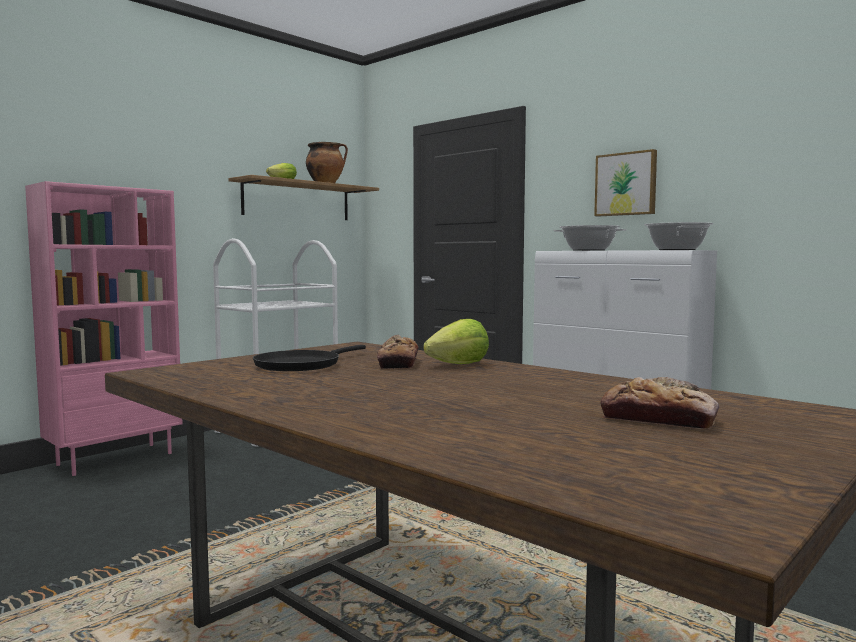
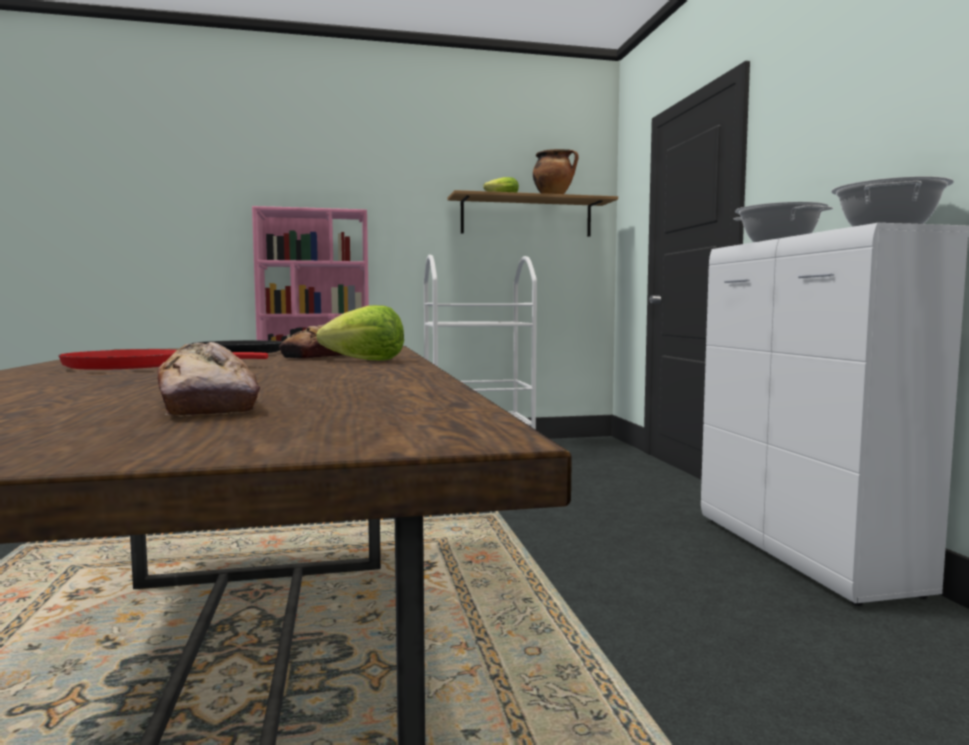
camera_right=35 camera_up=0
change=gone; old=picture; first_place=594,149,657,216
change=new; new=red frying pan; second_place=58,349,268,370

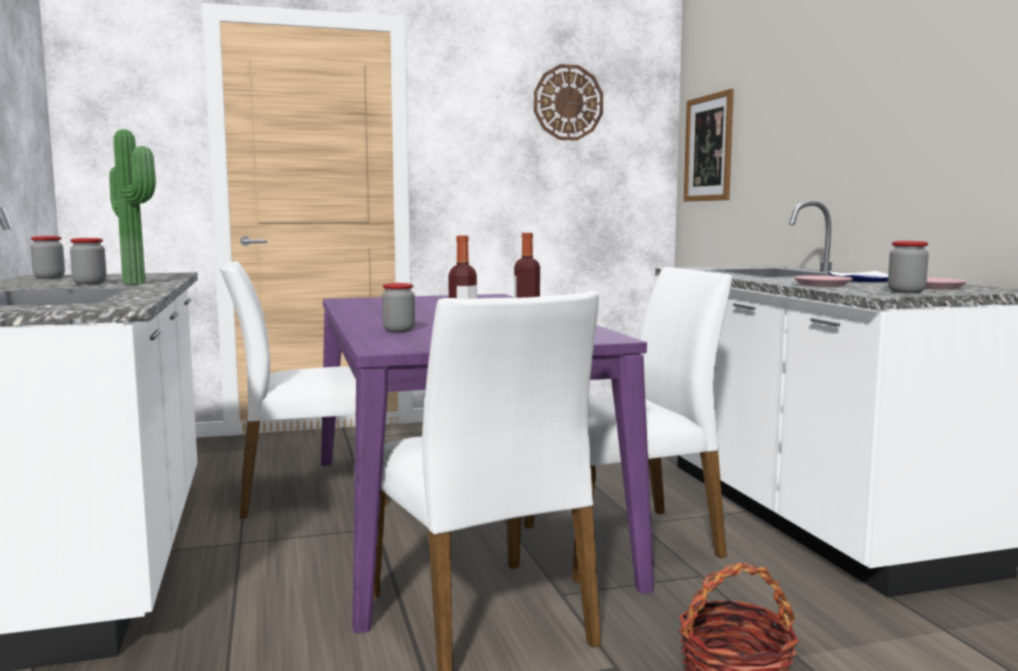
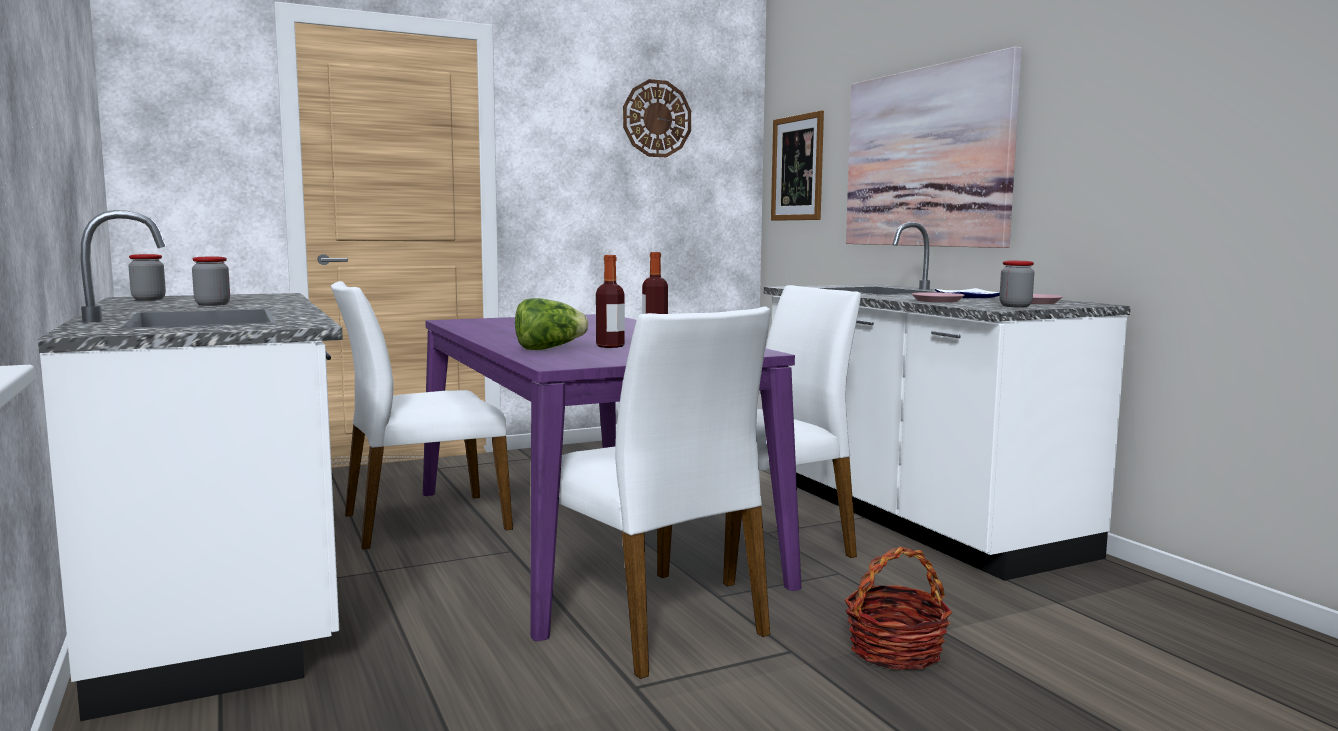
camera_right=-10 camera_up=0
change=gone; old=potted plant; first_place=109,129,156,284
change=new; new=picture; second_place=846,47,1022,248
change=swapped; old=jar; new=lettuce; first_place=382,283,415,332; second_place=515,298,588,350

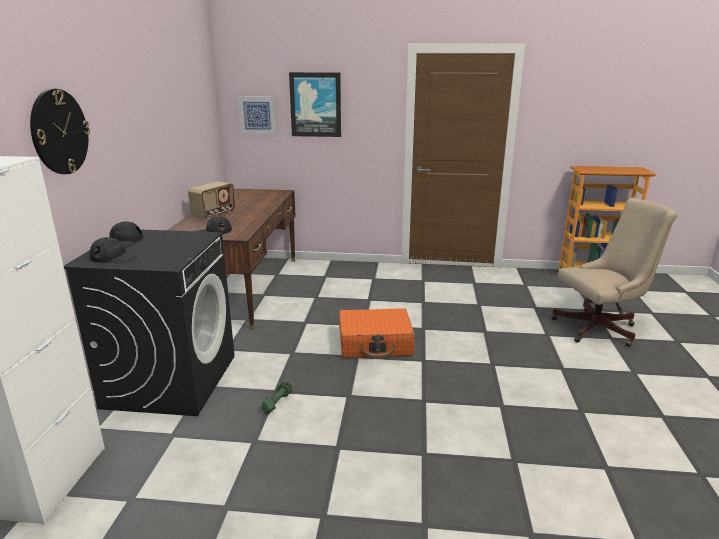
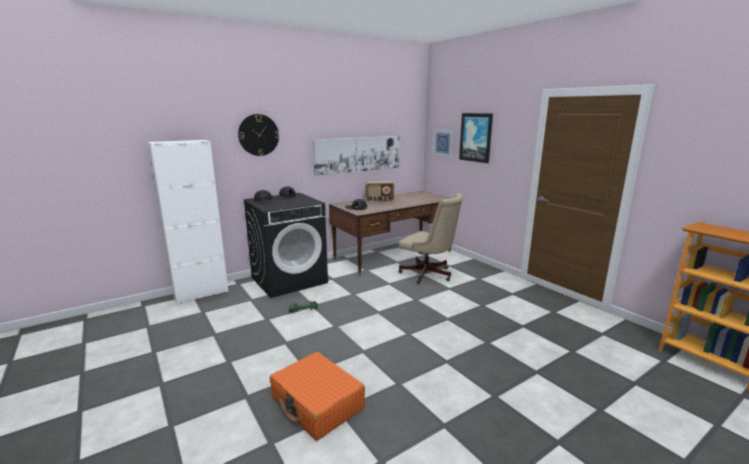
camera_right=50 camera_up=-5
change=new; new=picture; second_place=313,136,400,176
change=shifted; old=orange suitcase; first_place=339,308,415,359; second_place=270,352,365,441
change=shifted; old=beige office chair; first_place=552,198,677,347; second_place=399,193,464,284

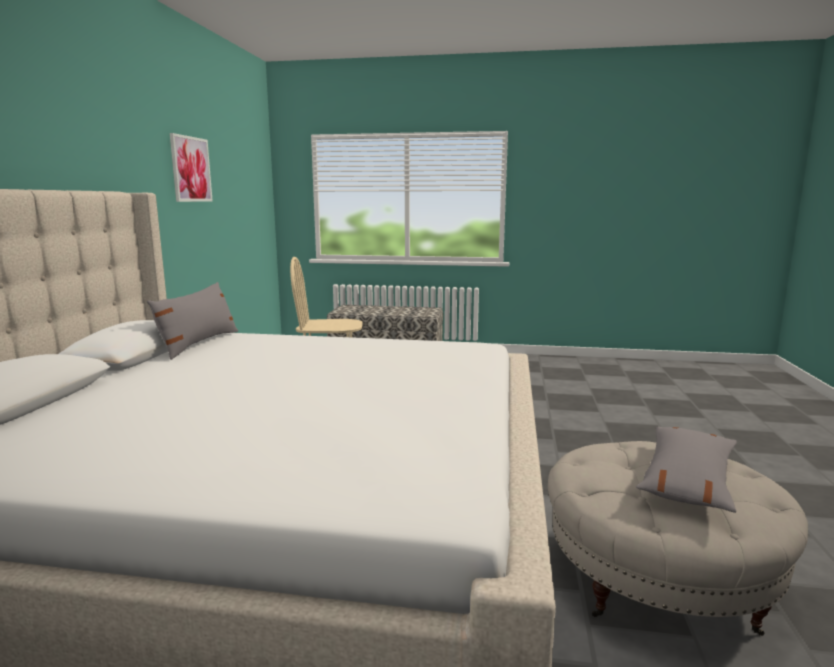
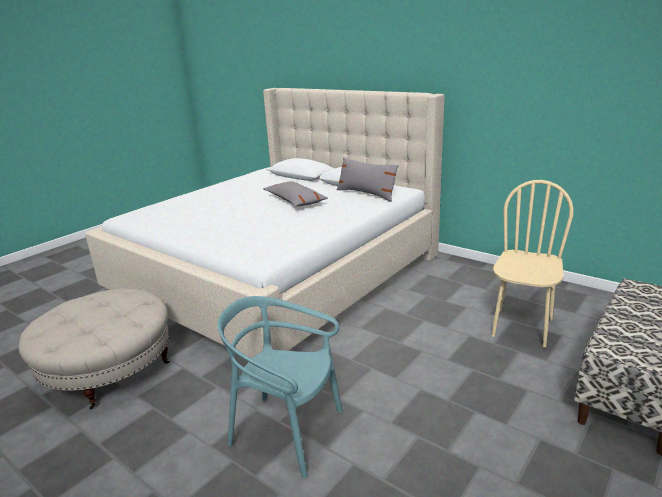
camera_right=120 camera_up=10
change=gone; old=picture; first_place=170,133,213,202
change=new; new=turquoise chair; second_place=218,296,343,478
change=shifted; old=grey pillow; first_place=636,427,737,513; second_place=263,181,328,206

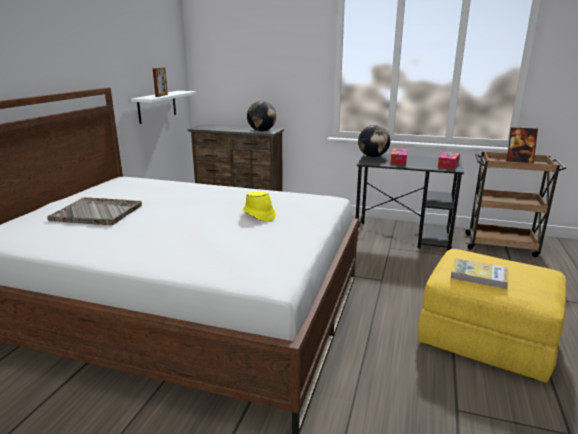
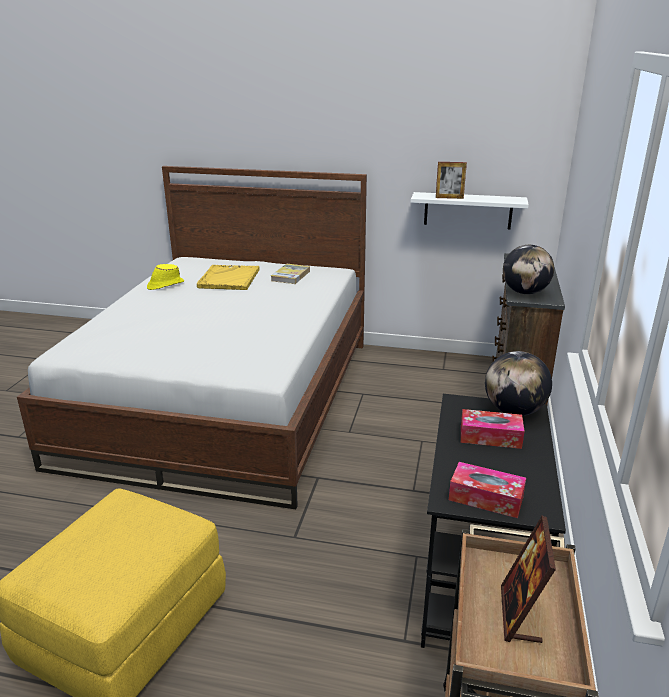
camera_right=85 camera_up=5
change=shifted; old=yellow hat; first_place=243,191,276,222; second_place=147,264,184,290
change=shifted; old=book; first_place=451,258,509,289; second_place=271,264,310,284
change=repainted; old=grey tray; new=yellow tray; first_place=47,197,142,225; second_place=197,265,260,290

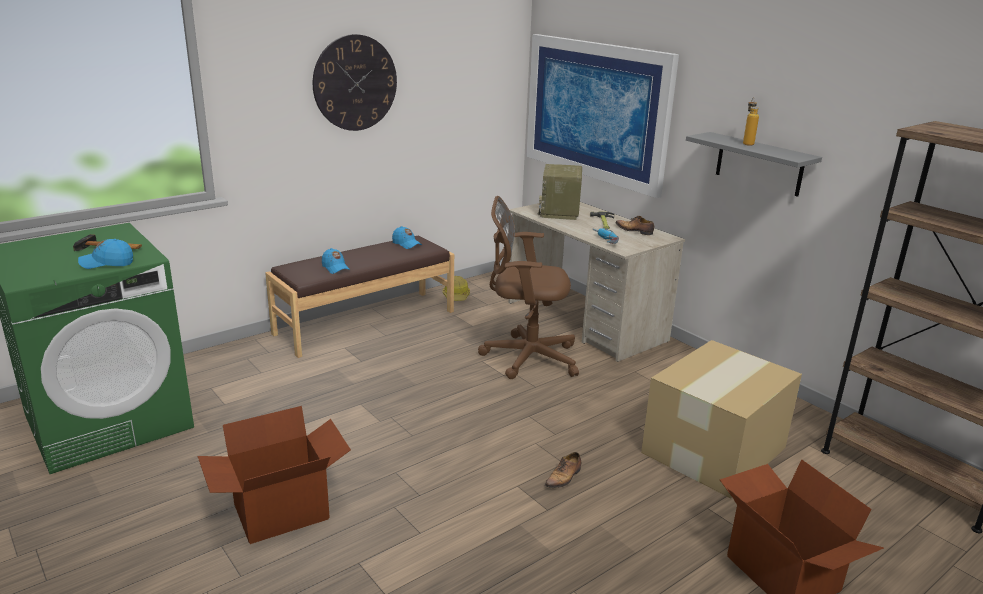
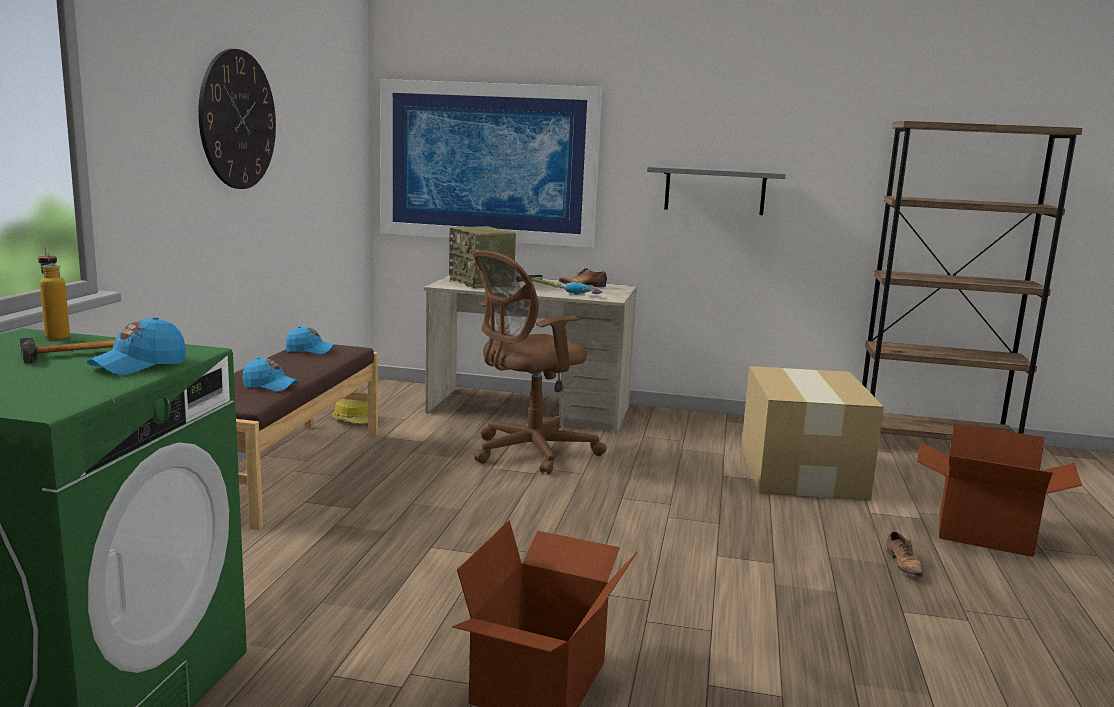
camera_right=-40 camera_up=-10
change=shifted; old=shoe; first_place=545,452,581,488; second_place=887,531,923,577
change=shifted; old=bottle; first_place=743,97,759,146; second_place=38,247,70,340

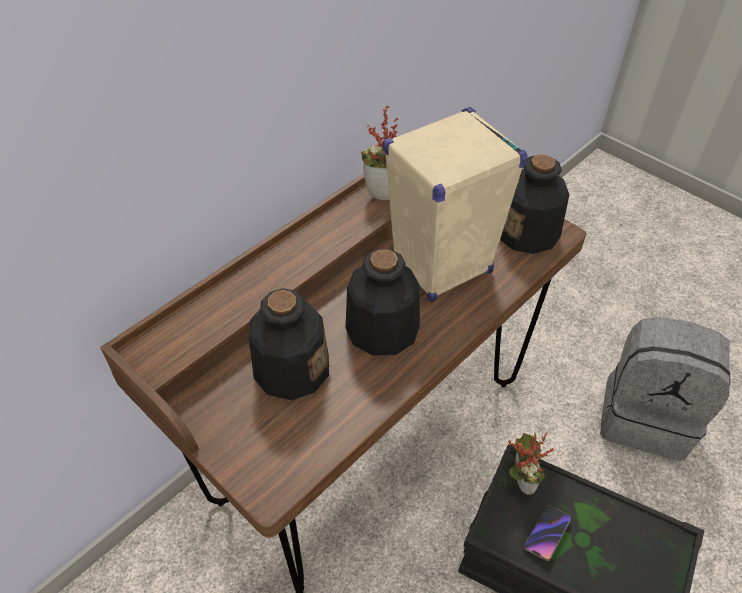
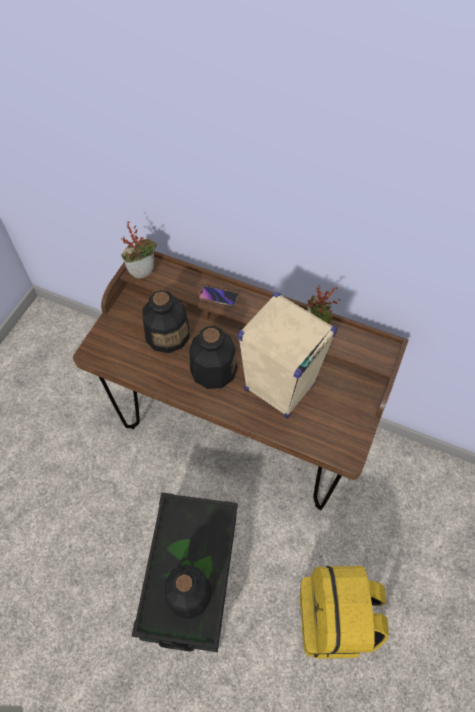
camera_right=70 camera_up=10
change=shifted; old=bottle; first_place=500,154,569,254; second_place=165,564,211,619
change=shifted; old=potted plant; first_place=508,432,554,495; second_place=121,221,157,279
change=shifted; old=phone; first_place=524,505,571,561; second_place=199,286,238,306
change=repainted; old=grey backpack; new=yellow backpack; first_place=600,317,730,461; second_place=300,566,389,659

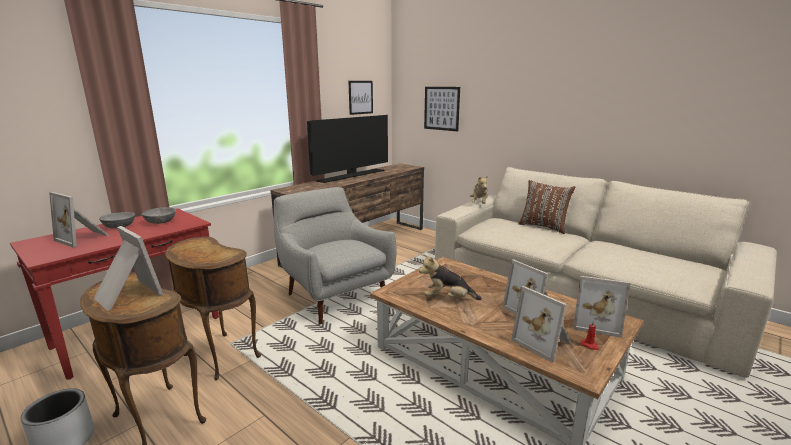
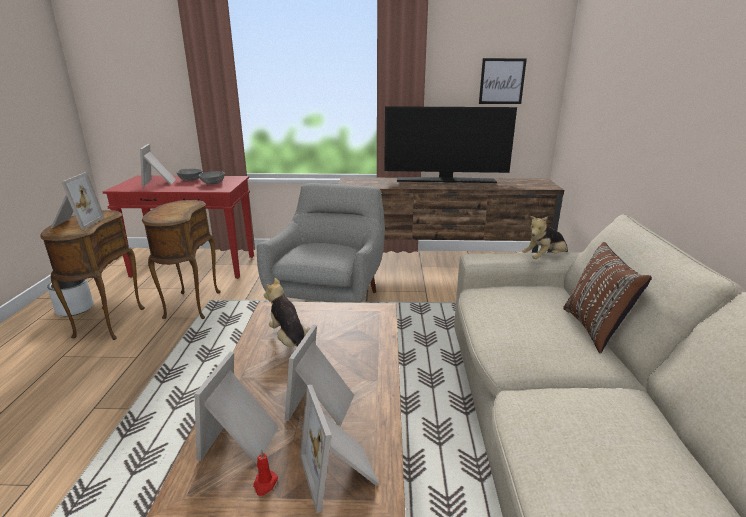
camera_right=50 camera_up=5
change=gone; old=picture; first_place=424,87,460,131

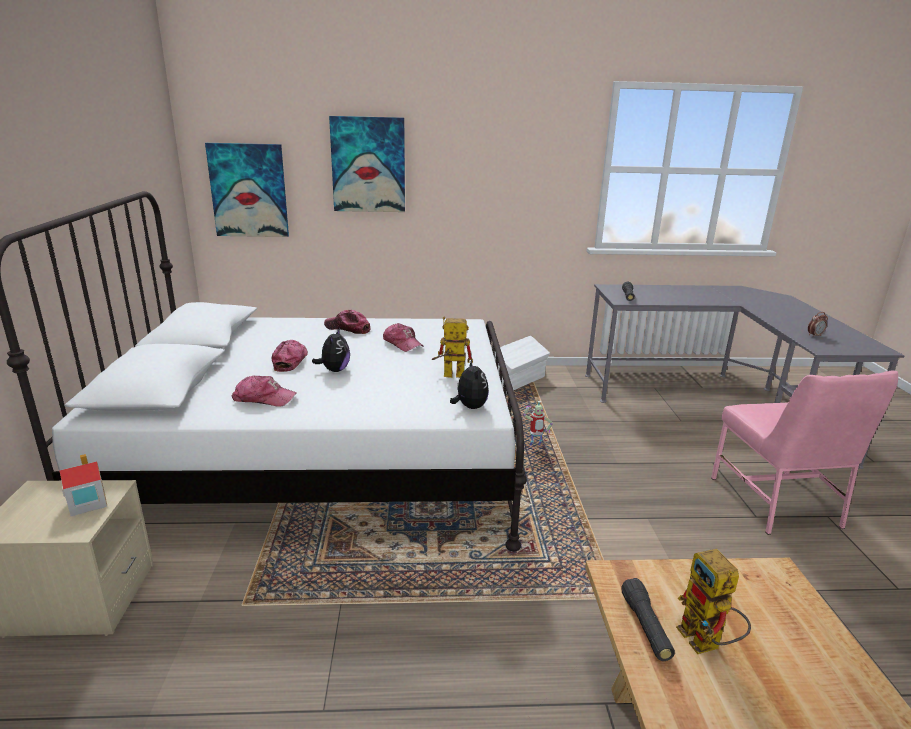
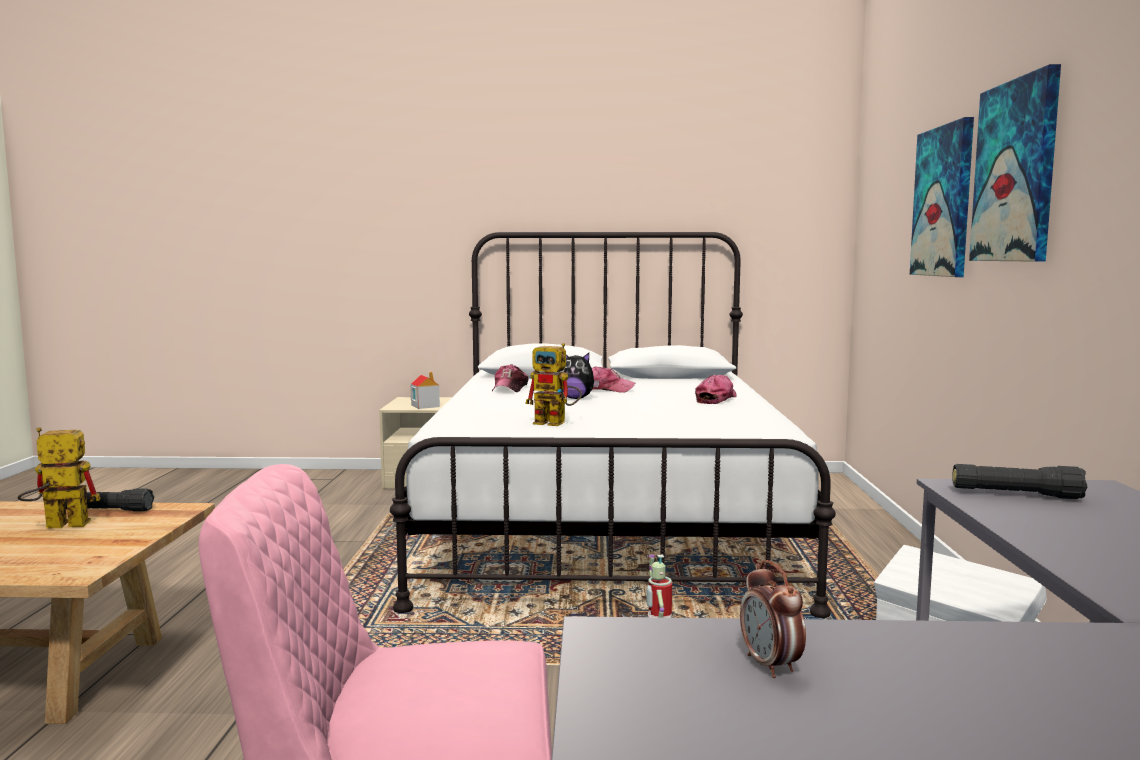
camera_right=95 camera_up=-15
change=gone; old=cap; first_place=383,323,424,352
change=gone; old=plush toy; first_place=450,359,489,409
change=shifted; old=picture; first_place=205,143,289,237; second_place=969,64,1061,262
change=rotated; old=toy robot; first_place=432,317,473,378; second_place=525,343,582,426; degrees=105

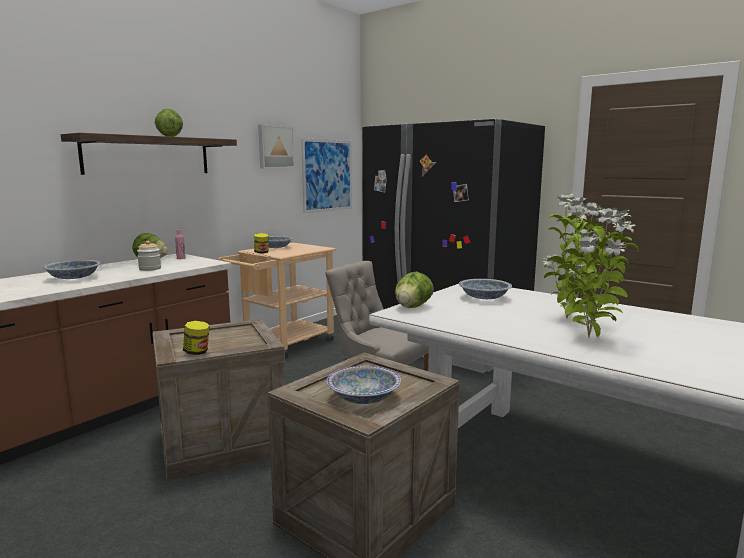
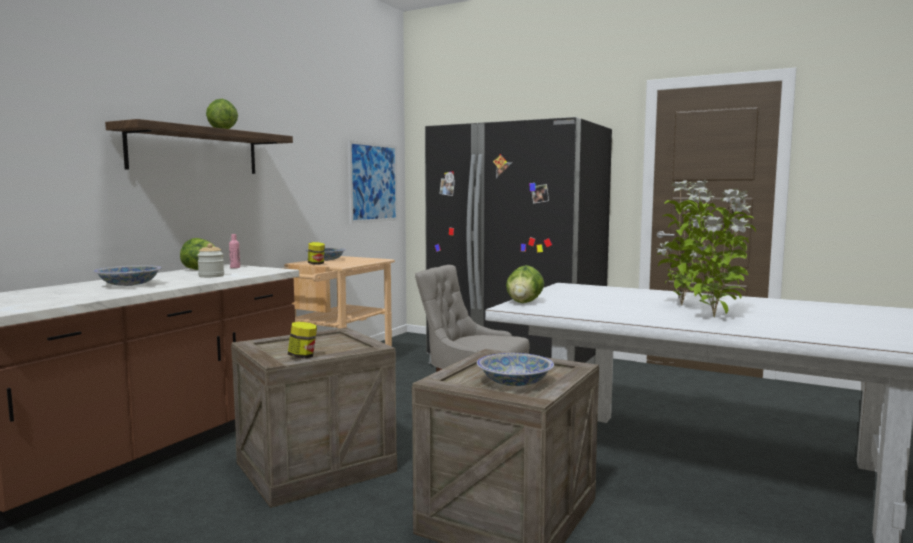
camera_right=-10 camera_up=-5
change=gone; old=picture; first_place=258,124,295,169
change=gone; old=bowl; first_place=459,279,512,299

